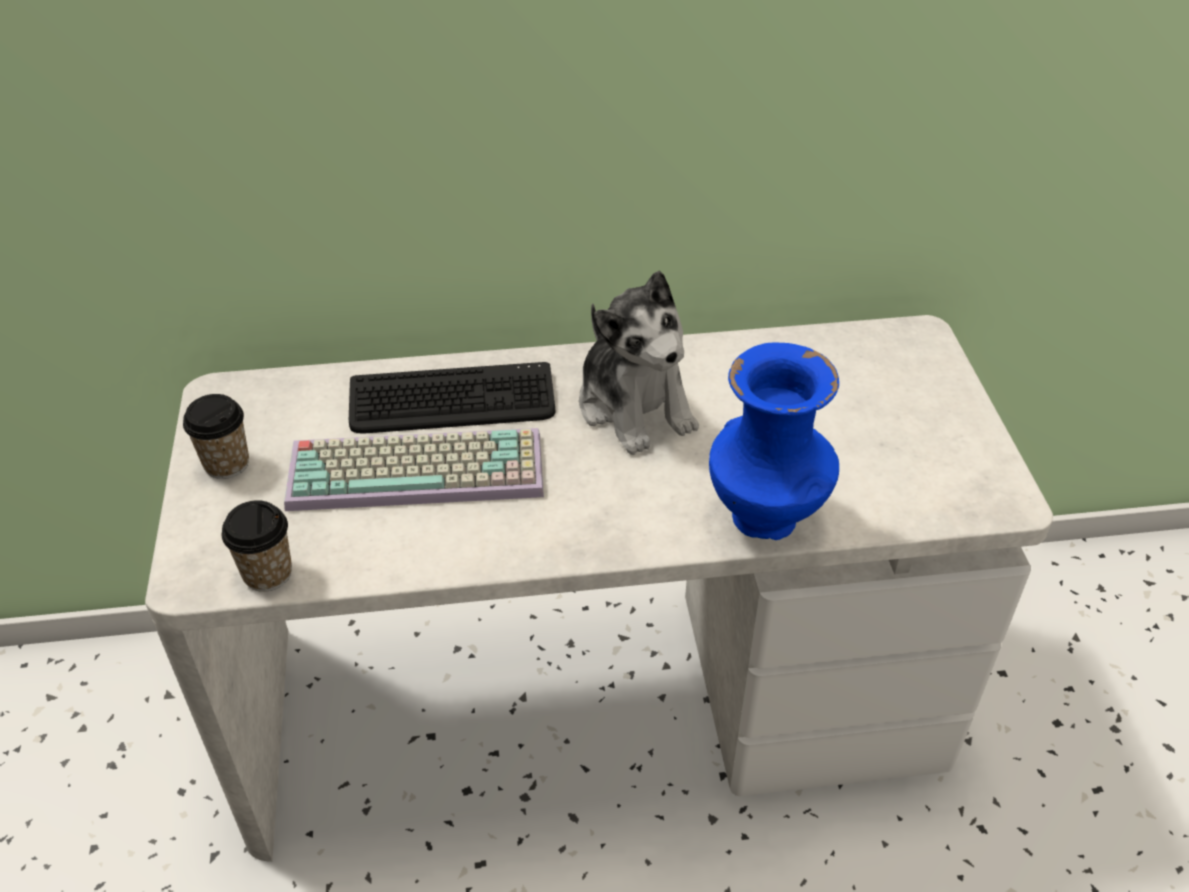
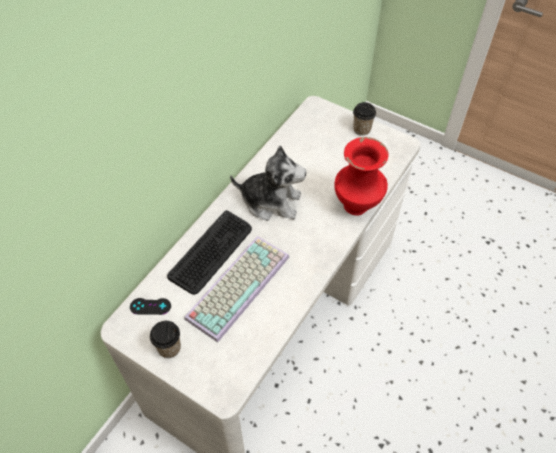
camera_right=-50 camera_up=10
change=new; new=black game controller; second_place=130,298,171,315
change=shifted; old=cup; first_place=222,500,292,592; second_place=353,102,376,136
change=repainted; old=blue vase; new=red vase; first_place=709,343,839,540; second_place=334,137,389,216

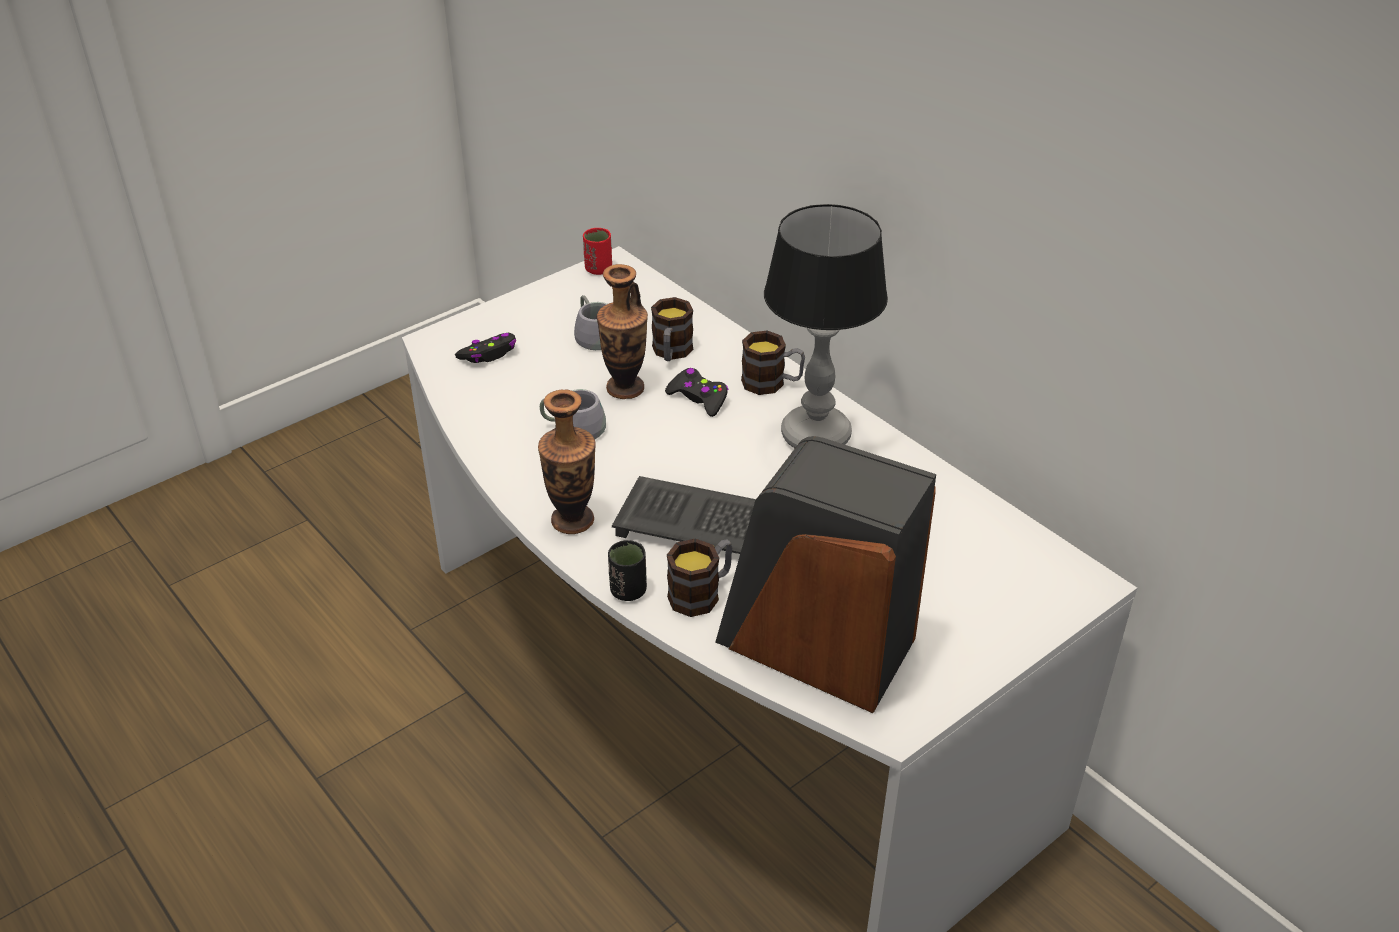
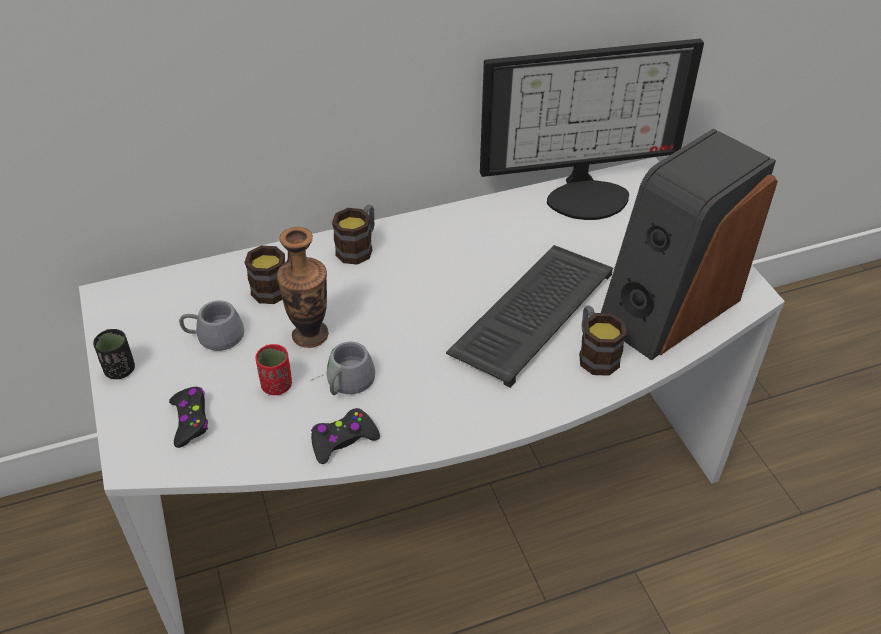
camera_right=-70 camera_up=5
change=gone; old=vase; first_place=538,390,596,534
change=gone; old=table lamp; first_place=764,204,888,448
change=new; new=monitor; second_place=480,39,704,220
change=shifted; old=red cup; first_place=583,228,612,275; second_place=255,344,292,395
change=shifted; old=black cup; first_place=608,540,647,601; second_place=93,329,135,379
change=shifted; old=black game controller; first_place=665,368,729,417; second_place=311,408,380,464

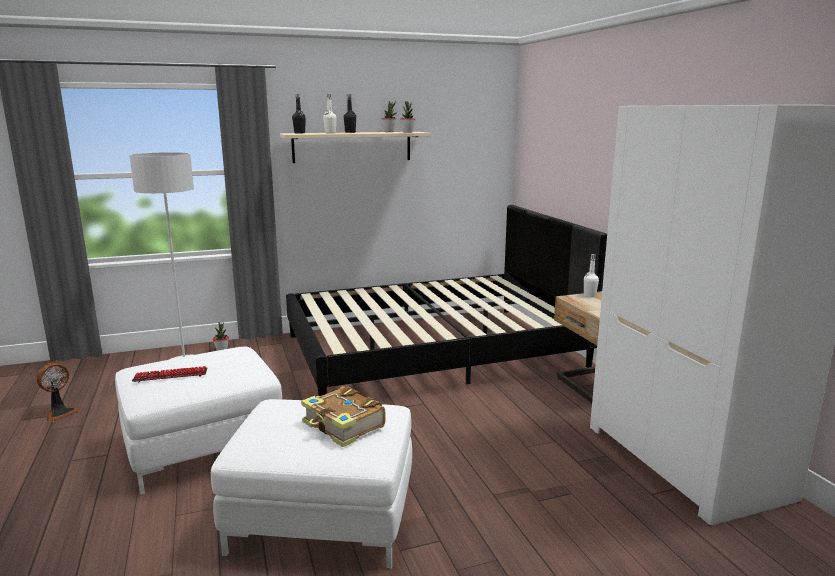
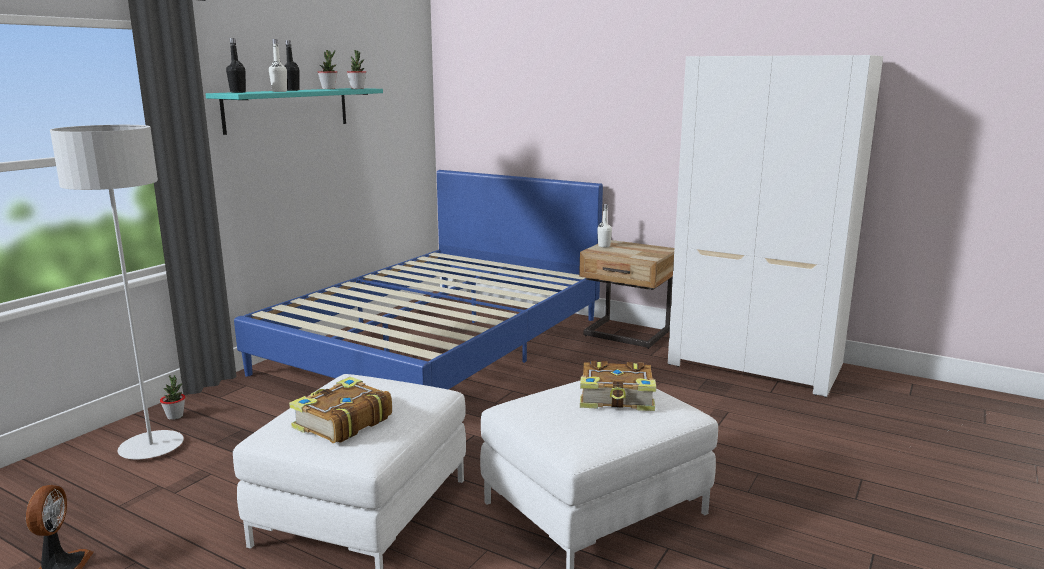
camera_right=-40 camera_up=0
change=swapped; old=keyboard; new=book; first_place=132,366,207,383; second_place=289,377,392,444
change=repainted; old=beige shelf; new=turquoise shelf; first_place=280,132,431,163; second_place=205,88,383,135
change=repainted; old=black bed; new=blue bed; first_place=286,205,607,396; second_place=234,170,603,389

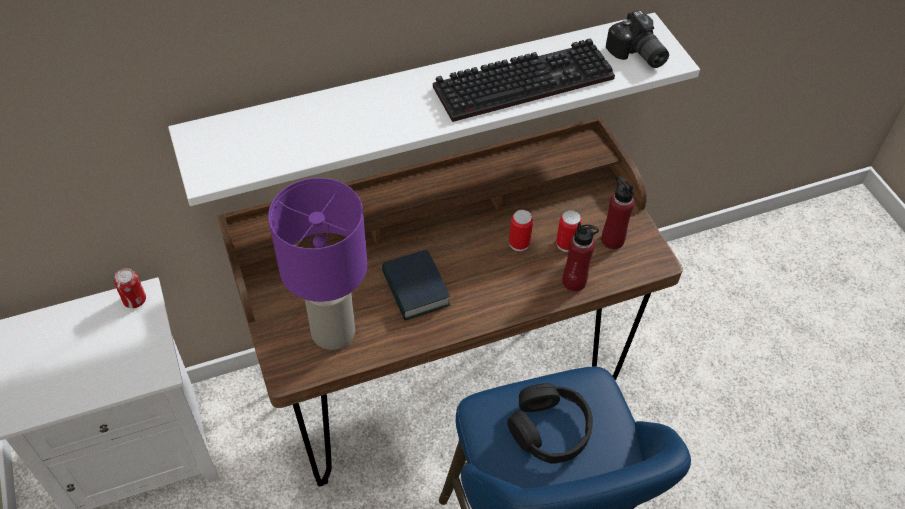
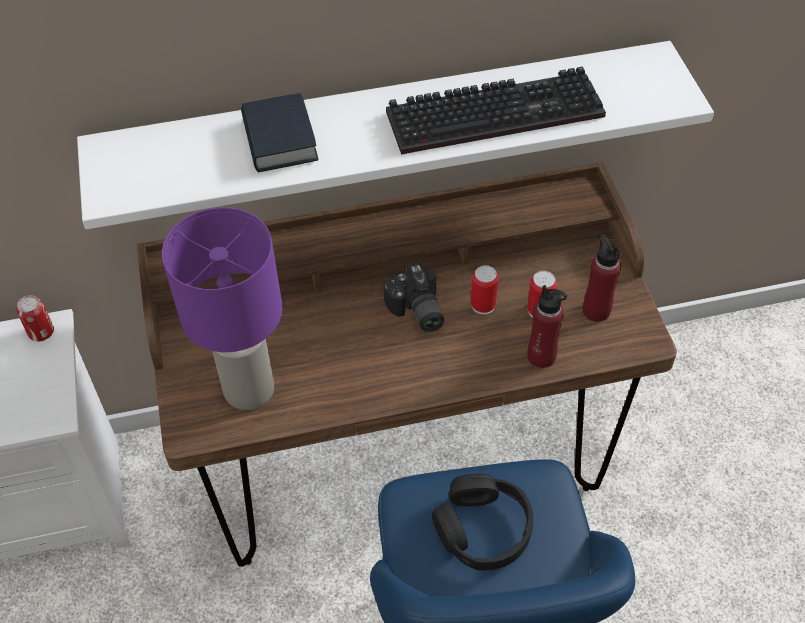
camera_right=10 camera_up=0
change=shifted; old=book; first_place=382,250,450,321; second_place=241,93,319,172
change=shifted; old=photo camera; first_place=606,10,669,68; second_place=384,263,444,332

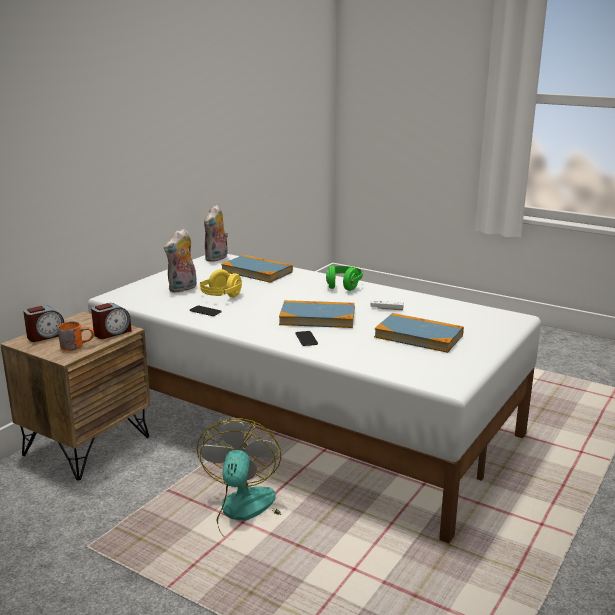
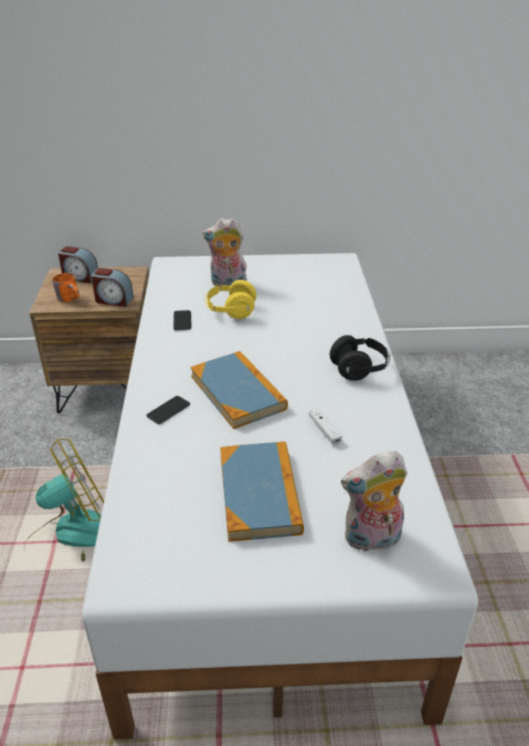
camera_right=55 camera_up=15
change=gone; old=book; first_place=221,255,293,283
change=shifted; old=plush toy; first_place=204,204,228,262; second_place=341,451,407,553
change=repainted; old=green headphones; new=black headphones; first_place=326,265,363,291; second_place=330,335,390,381

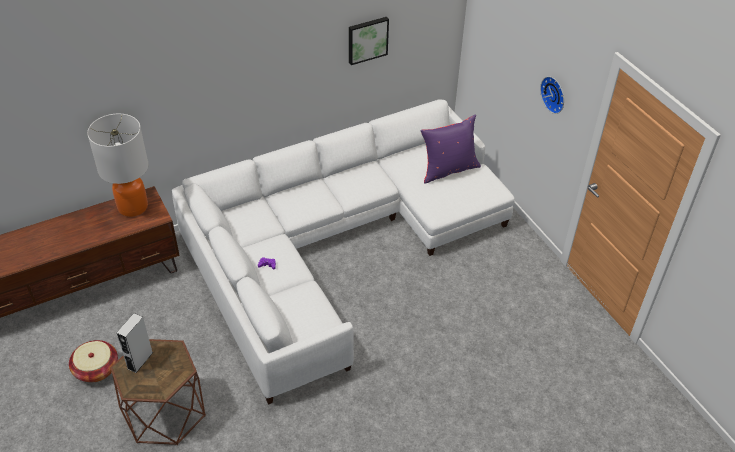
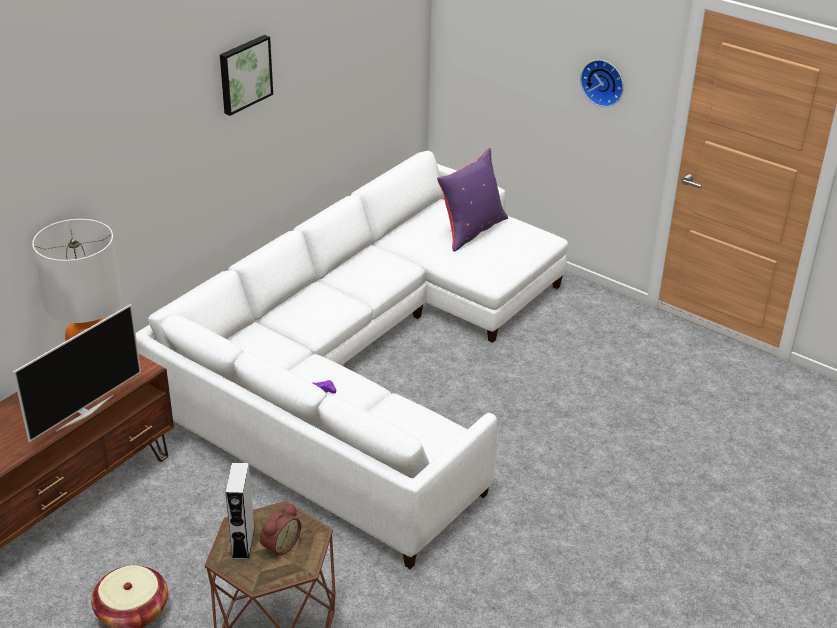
camera_right=-25 camera_up=-10
change=new; new=television; second_place=13,304,141,442
change=new; new=alarm clock; second_place=260,504,301,558
change=shifted; old=picture; first_place=349,17,389,65; second_place=220,35,273,116

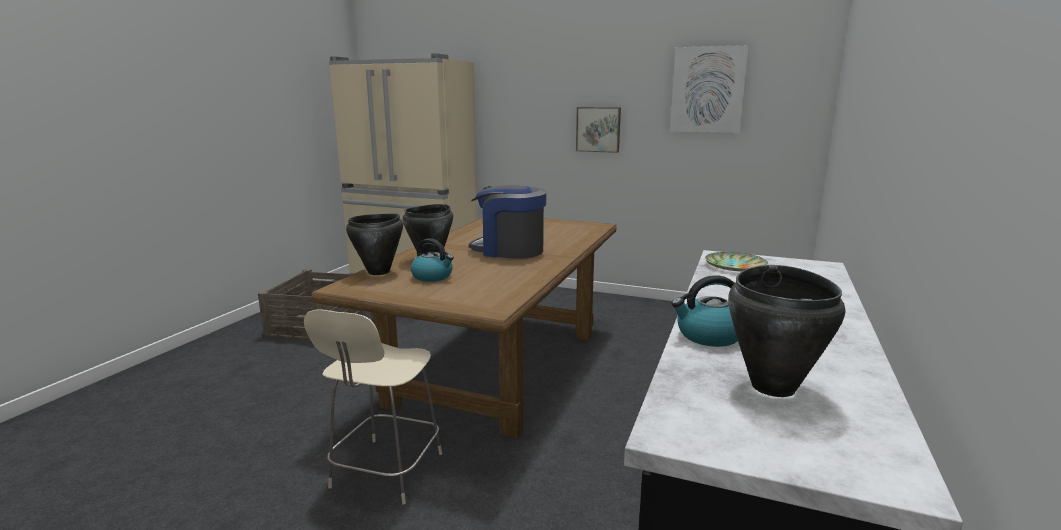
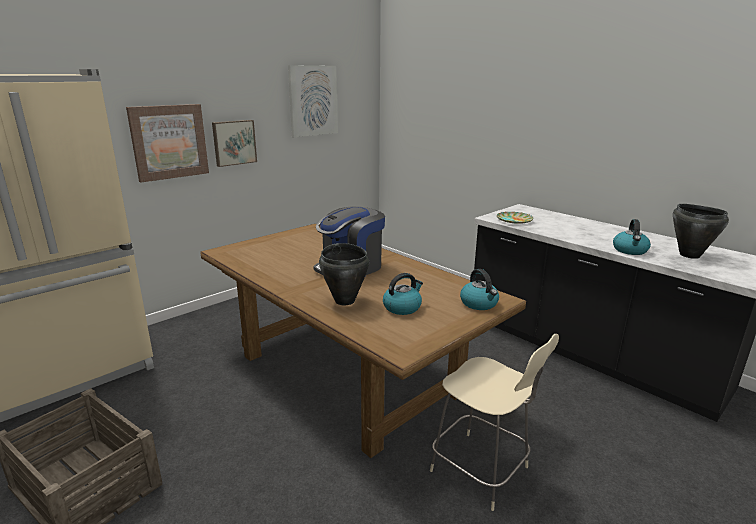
camera_right=-65 camera_up=5
change=gone; old=black cooking pot; first_place=346,214,403,275
change=new; new=picture; second_place=126,104,209,183
change=new; new=kettle; second_place=460,269,499,310

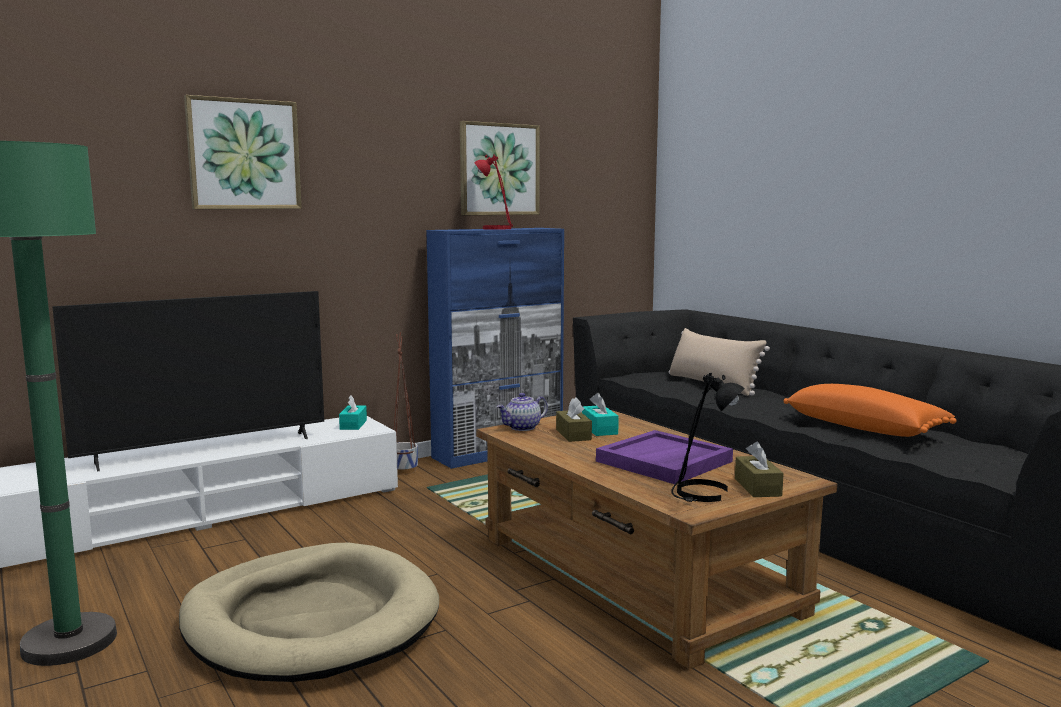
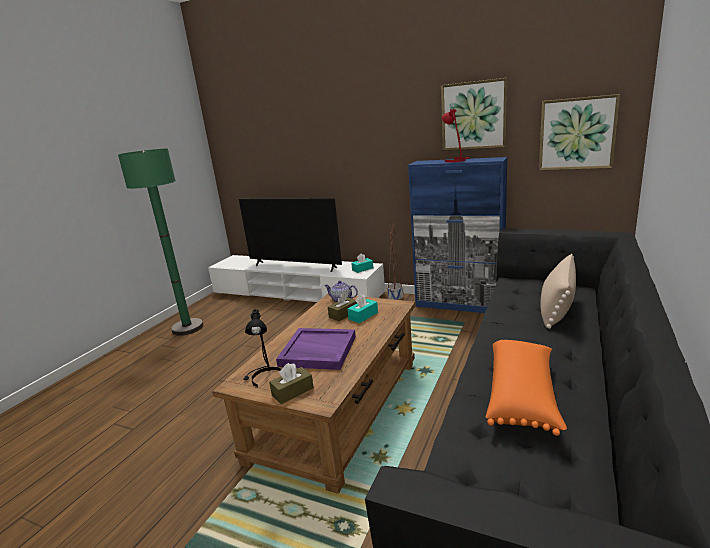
camera_right=60 camera_up=10
change=gone; old=beige dog bed; first_place=179,543,439,682
change=shifted; old=picture; first_place=184,95,302,209; second_place=539,94,620,170

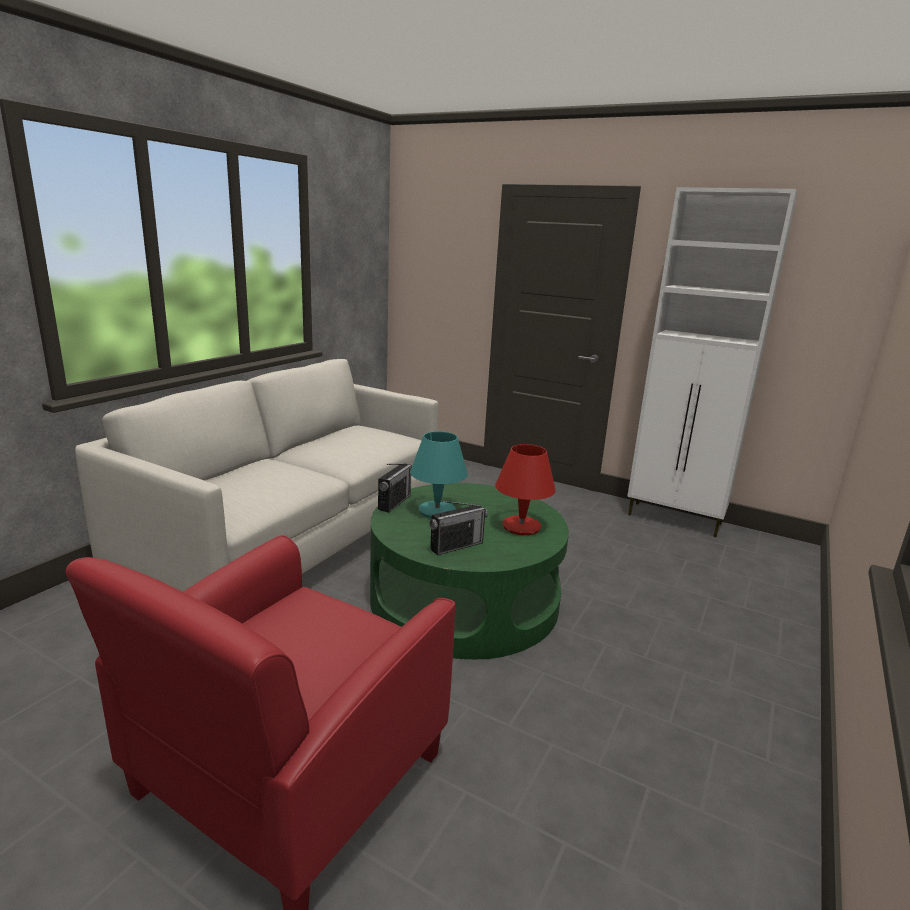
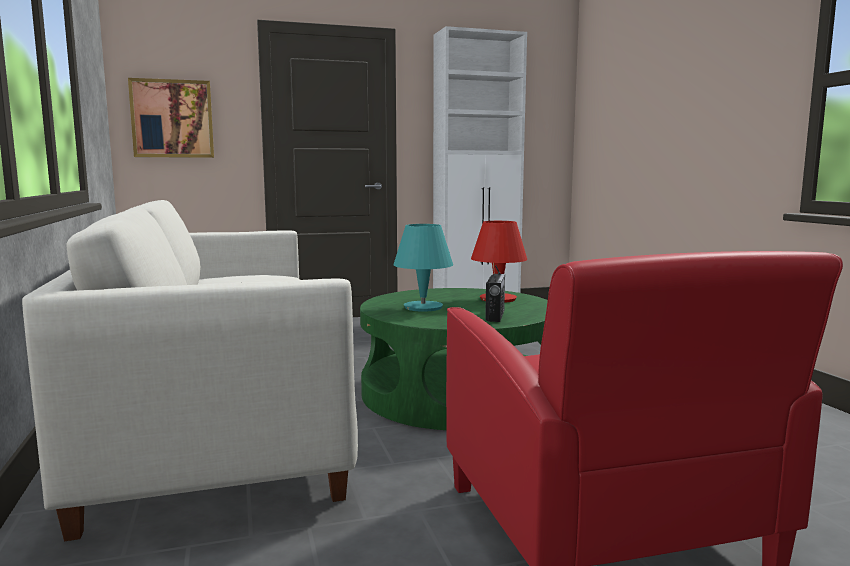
camera_right=-45 camera_up=-10
change=gone; old=radio; first_place=378,463,412,513
change=new; new=picture; second_place=128,78,214,158

